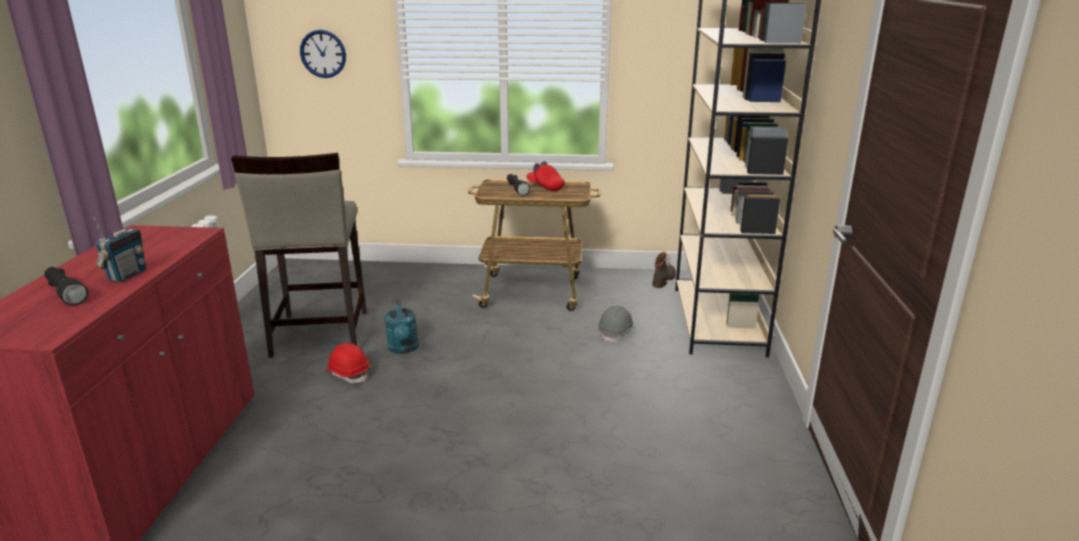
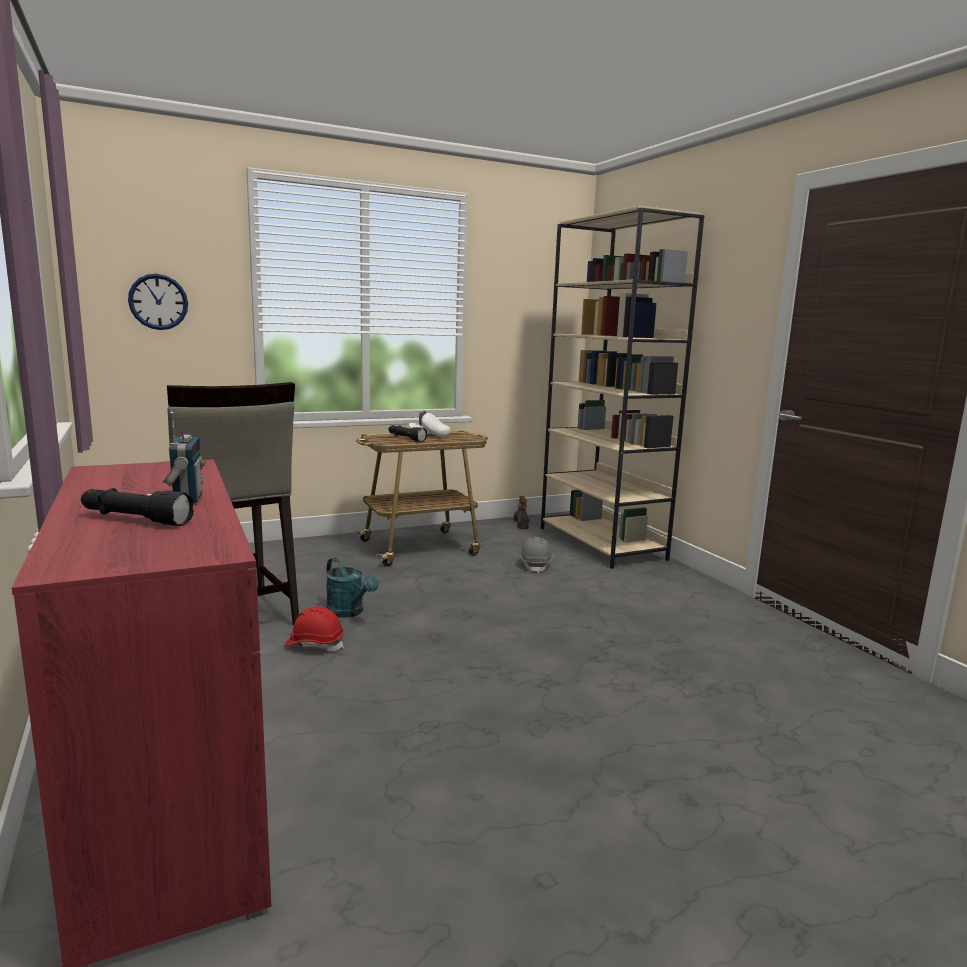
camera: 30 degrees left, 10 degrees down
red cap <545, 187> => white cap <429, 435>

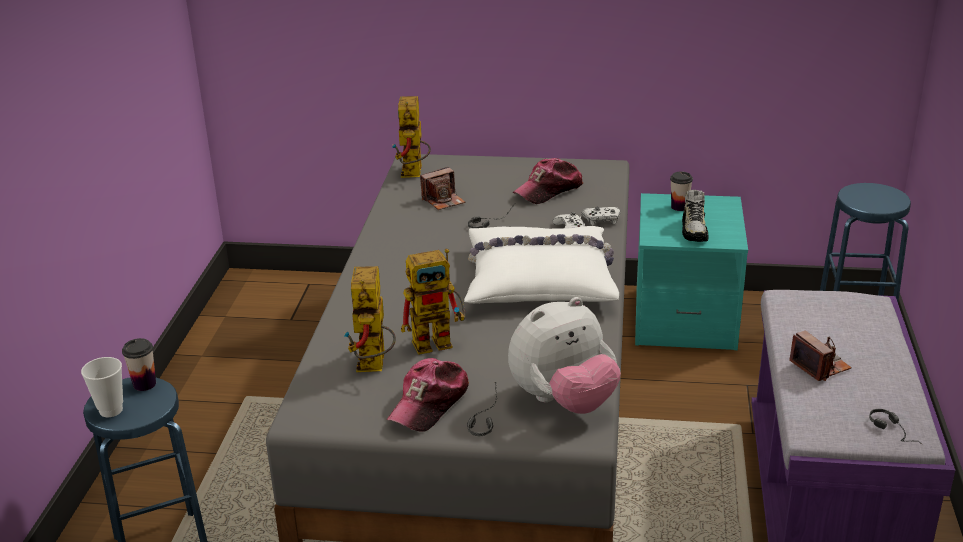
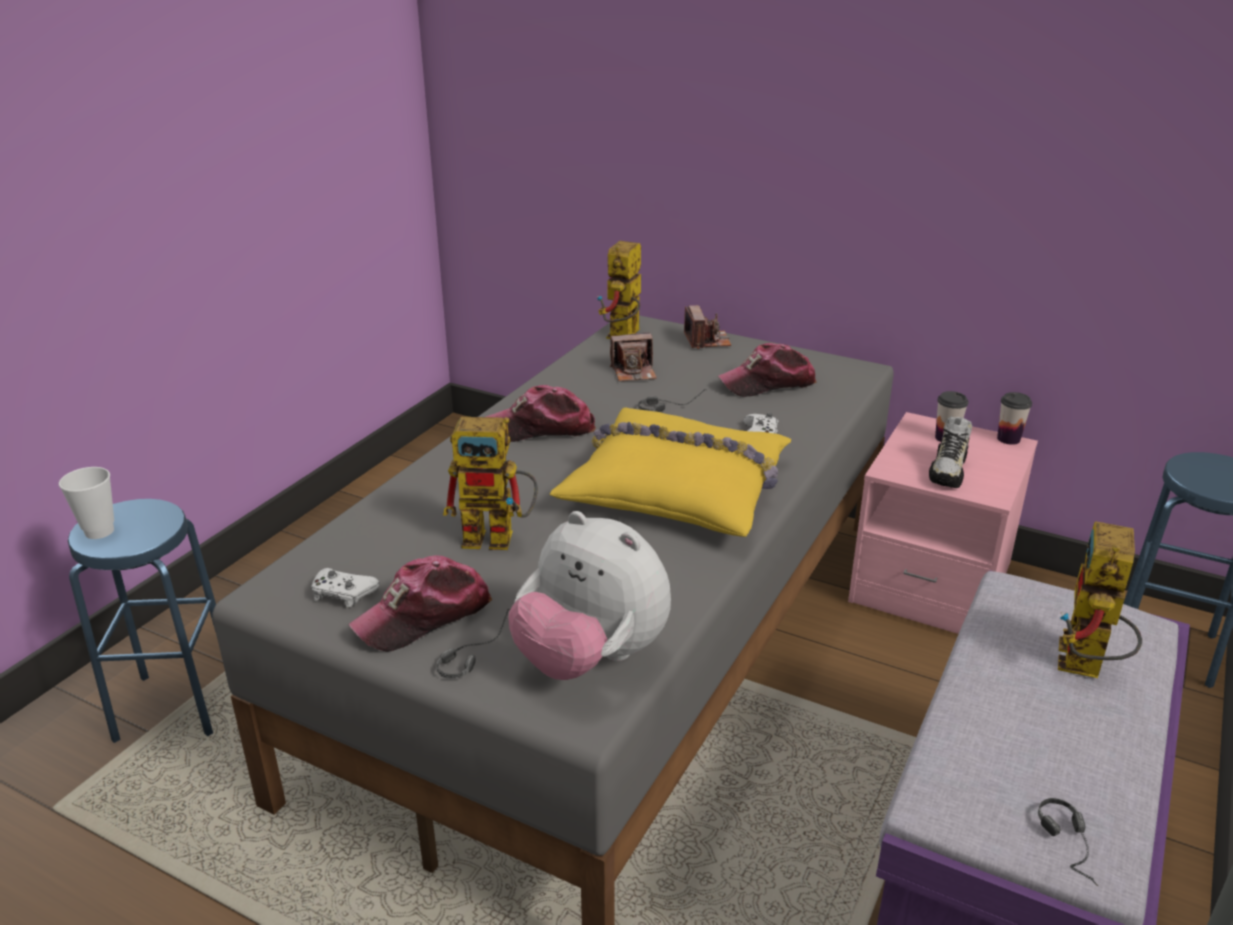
camera: 20 degrees right, 0 degrees up
white game controller <601, 220> => white game controller <342, 593>, move
nothing => cap <541, 428>
plush toy <563, 401> => plush toy <590, 658>, 45 degrees clockwise
white pillow <539, 279> => yellow pillow <678, 488>
photo camera <820, 366> => photo camera <707, 341>, move
turquoise nightstand <684, 319> => pink nightstand <930, 584>
cup <144, 384> => cup <1008, 439>, move
toy robot <374, 367> => toy robot <1085, 668>, move

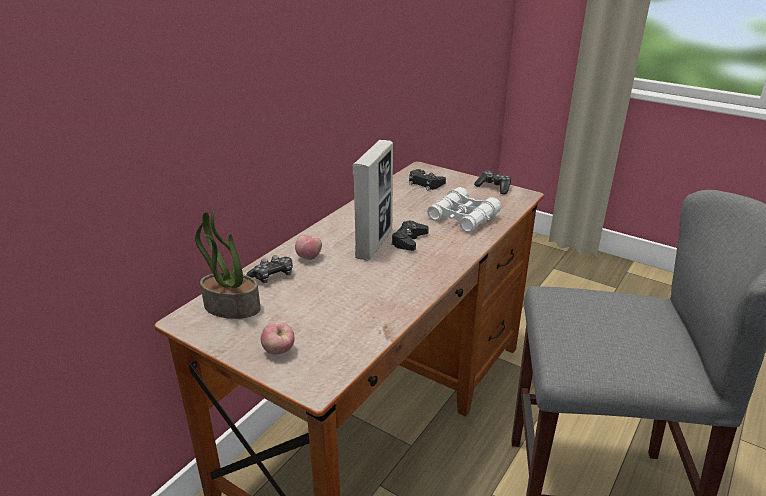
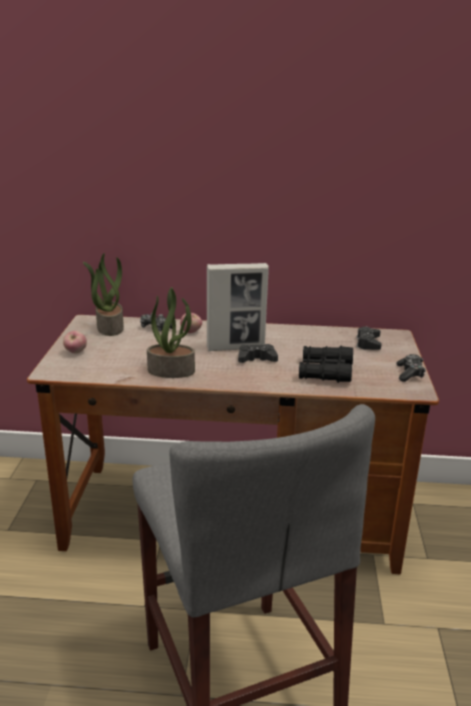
camera: 60 degrees right, 5 degrees down
nothing => potted plant <172, 370>
white binoculars <463, 218> => black binoculars <325, 371>

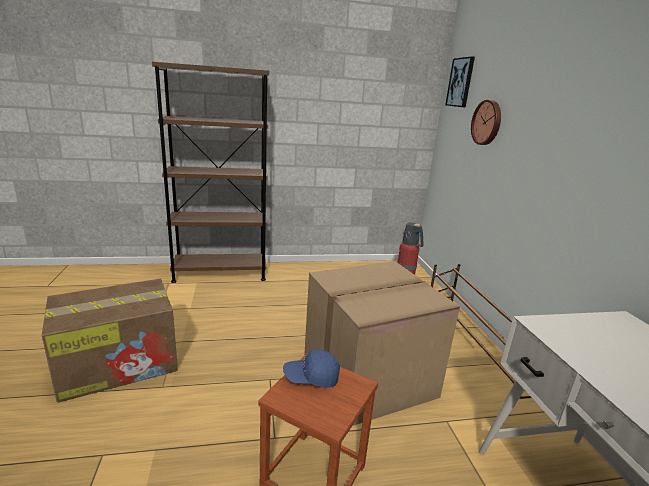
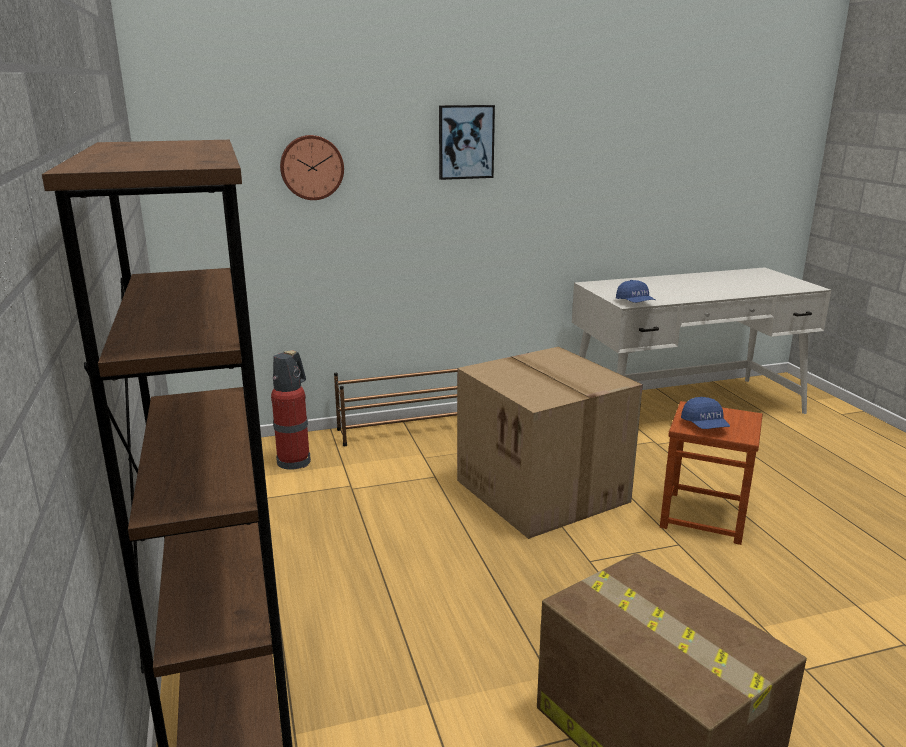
camera: 95 degrees left, 0 degrees up
picture <460, 82> => picture <465, 142>, move
nothing => blue cap <635, 303>

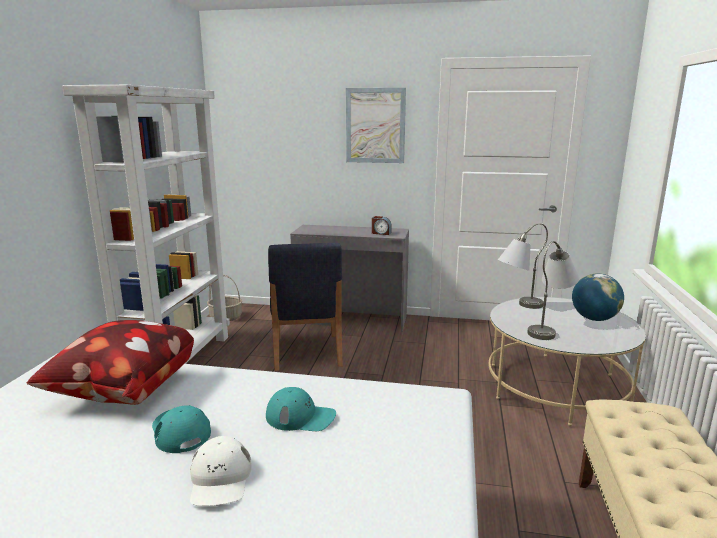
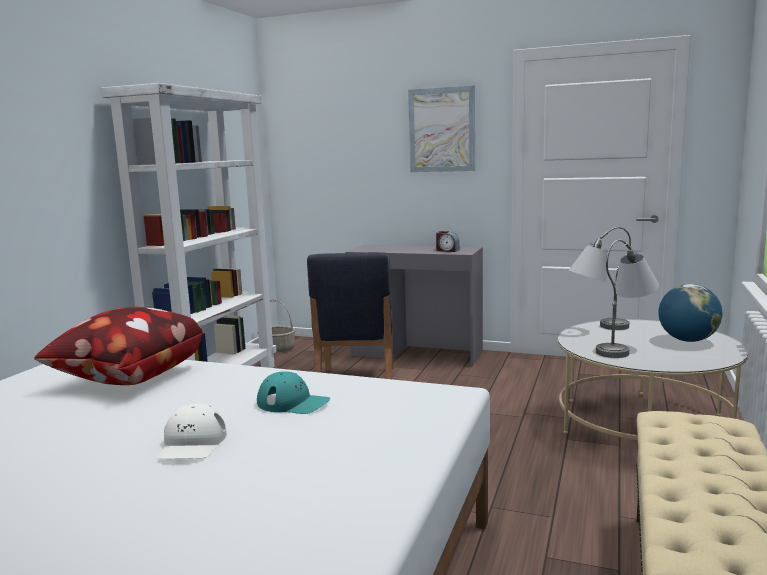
camera: 10 degrees right, 5 degrees down
turquoise cap <180, 431> => nothing

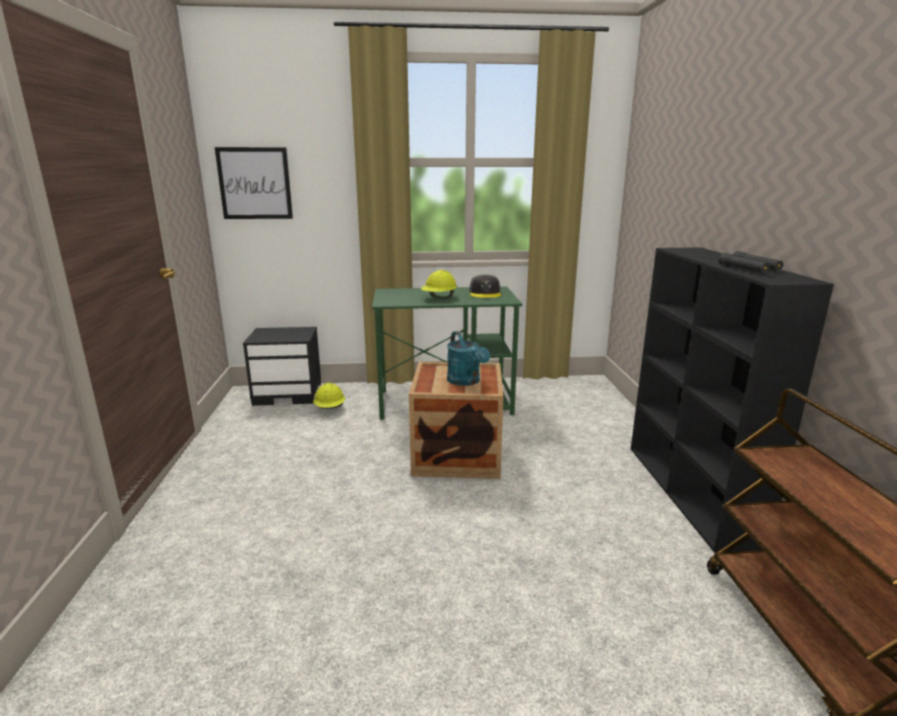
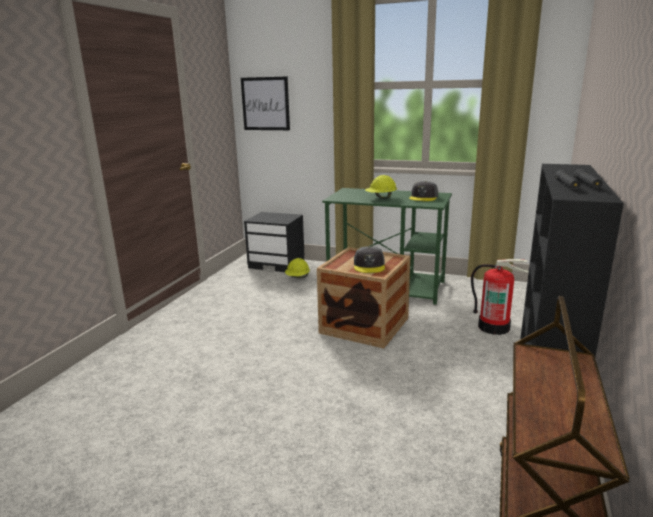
camera: 25 degrees right, 0 degrees up
turquoise watering can <466, 382> => grey cap <369, 266>
nothing => fire extinguisher <494, 327>

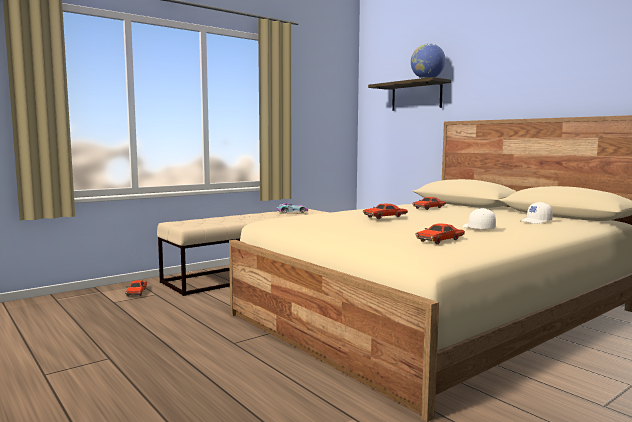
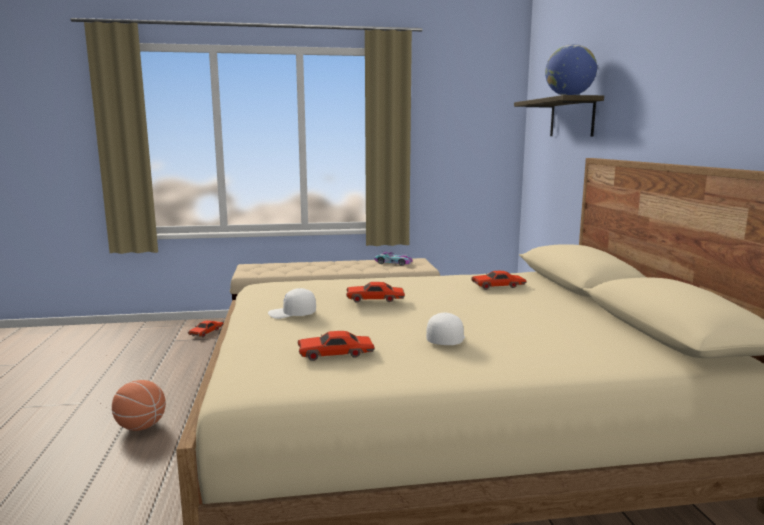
camera: 30 degrees right, 5 degrees up
nothing => basketball <141, 426>
white cap <536, 221> => white cap <292, 314>, move

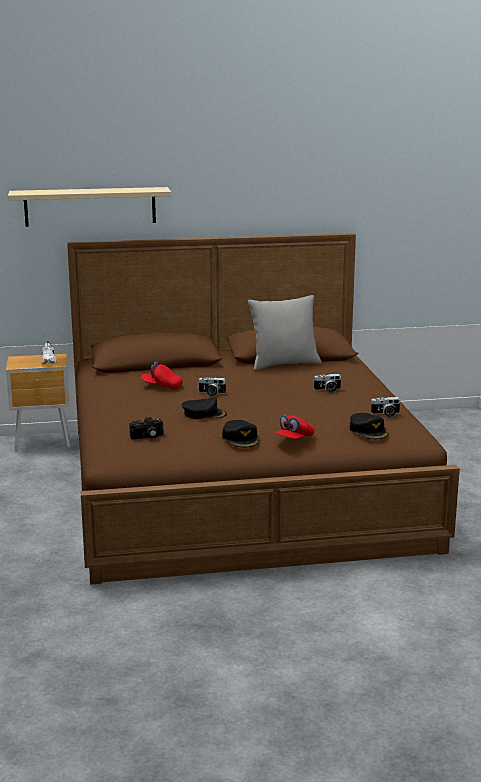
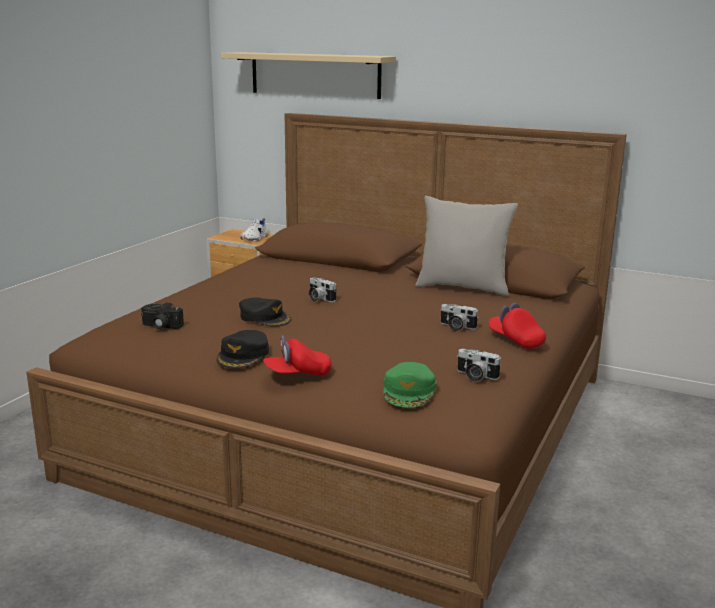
camera: 35 degrees right, 0 degrees up
black cap <369, 431> => green cap <409, 391>
red cap <162, 386> => red cap <516, 340>, move

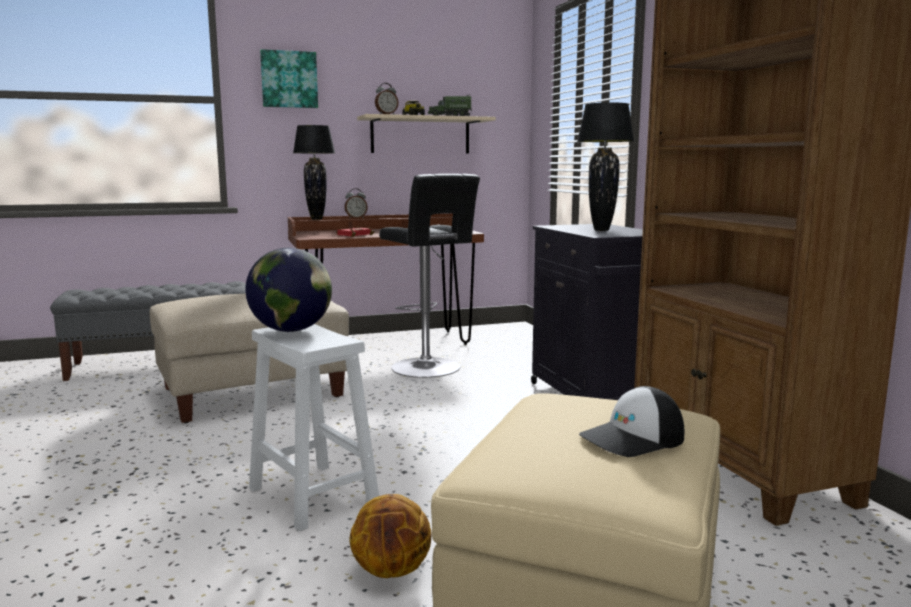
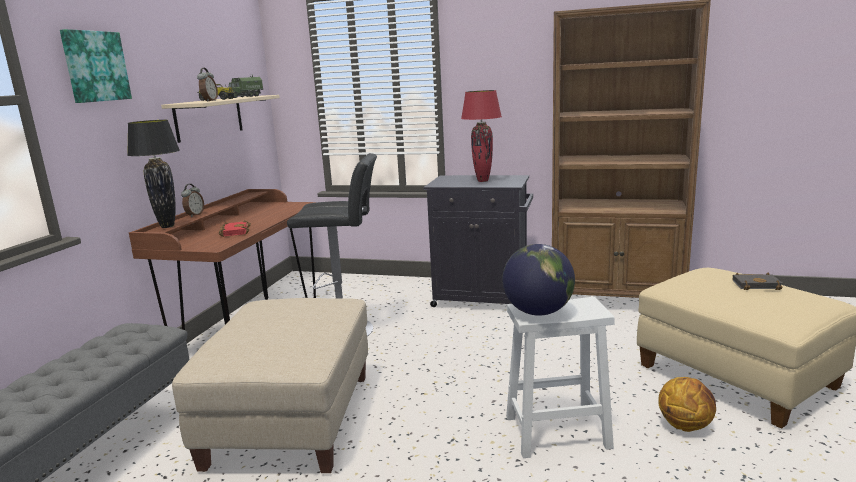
camera: 55 degrees left, 5 degrees up
black table lamp <602, 230> => red table lamp <483, 181>
cap <633, 438> => black book <756, 284>

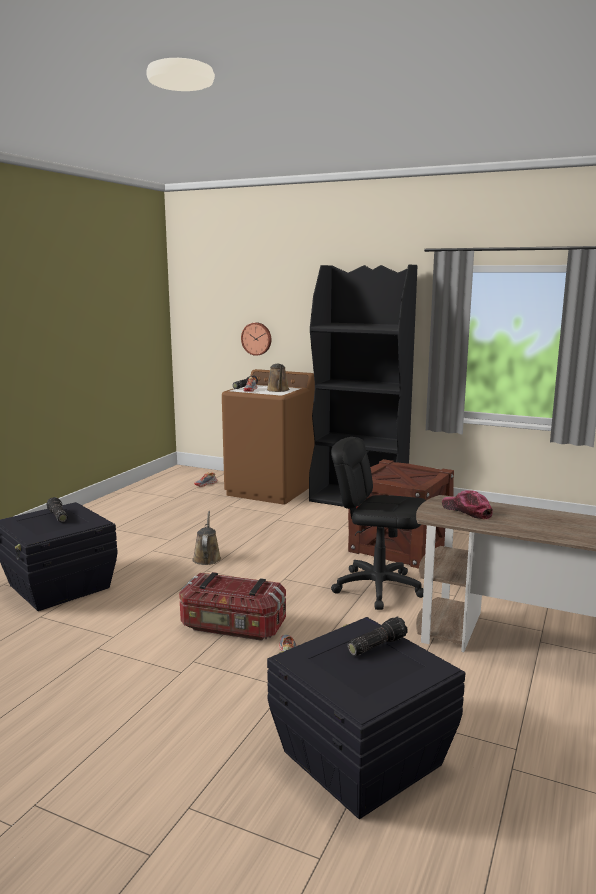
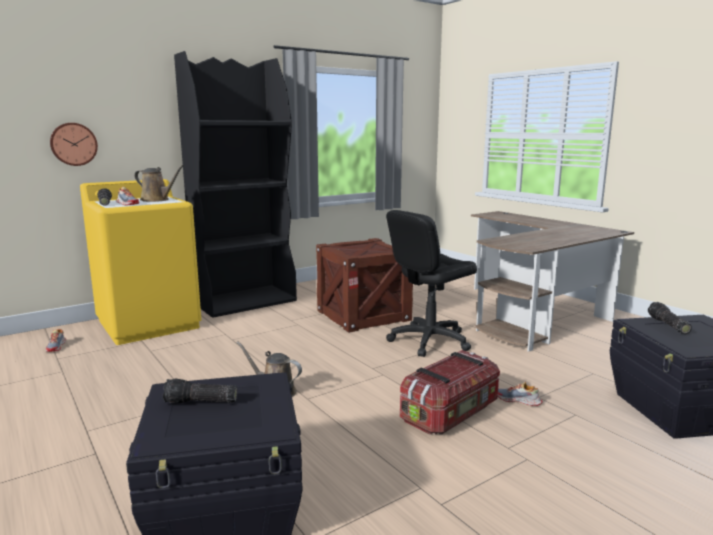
camera: 60 degrees left, 0 degrees up
brown washing machine <271, 490> => yellow washing machine <149, 324>
cap <467, 511> => nothing

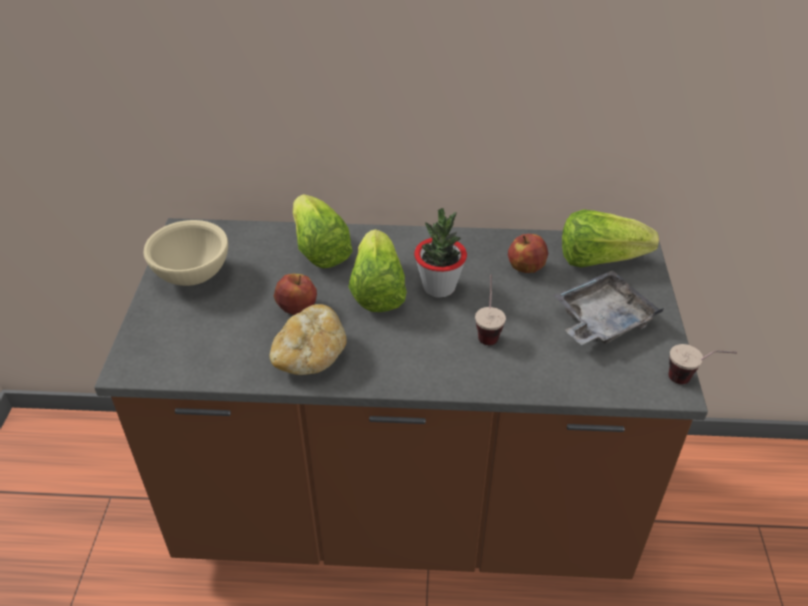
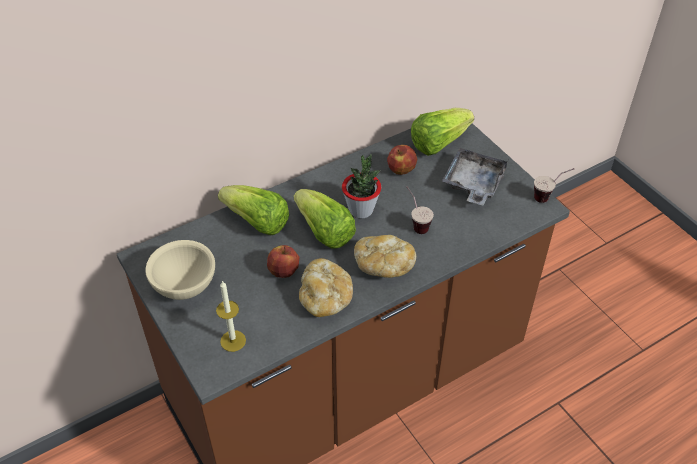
camera: 35 degrees left, 5 degrees up
nothing => candle <233, 341>
nothing => bread <383, 265>

